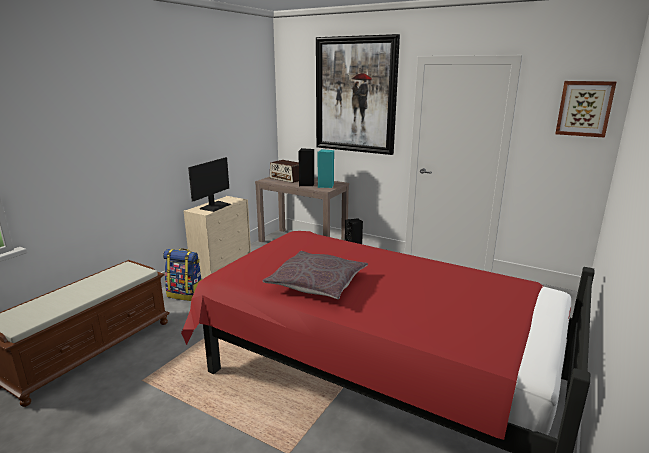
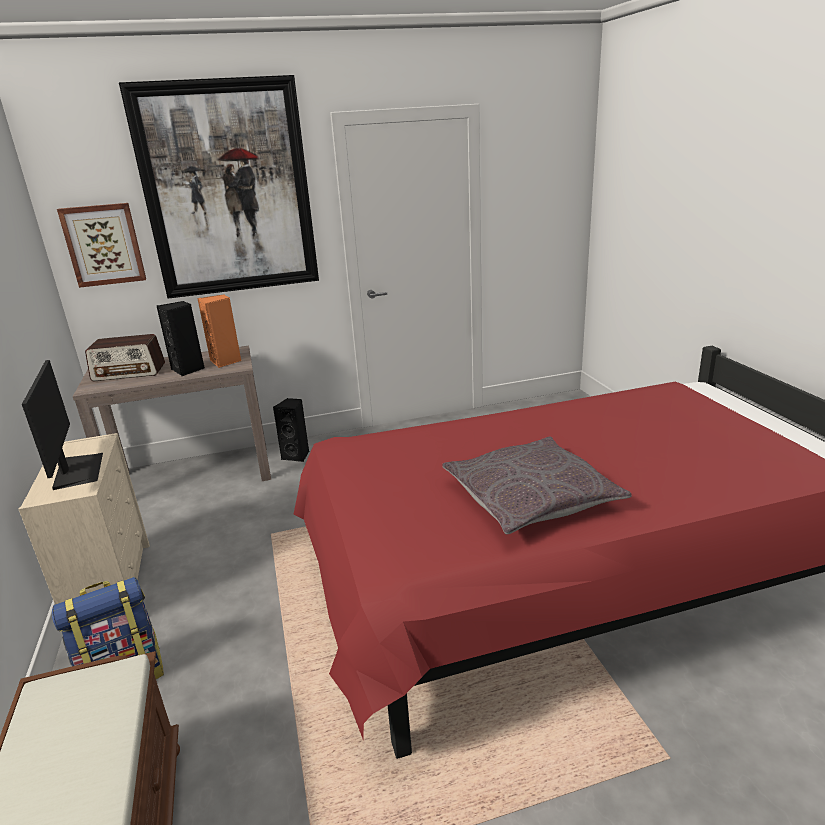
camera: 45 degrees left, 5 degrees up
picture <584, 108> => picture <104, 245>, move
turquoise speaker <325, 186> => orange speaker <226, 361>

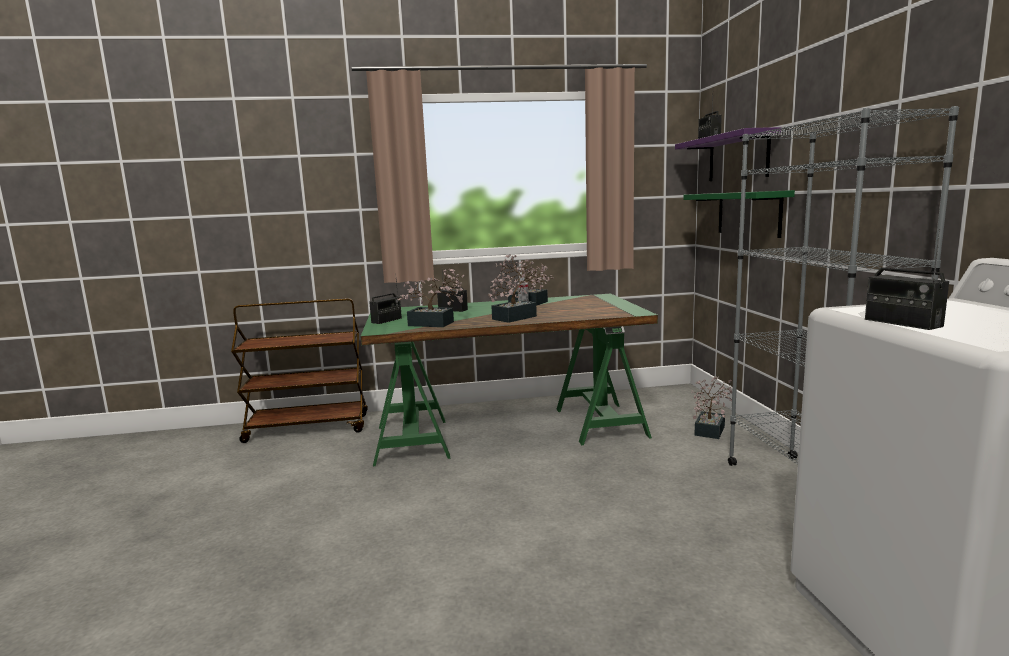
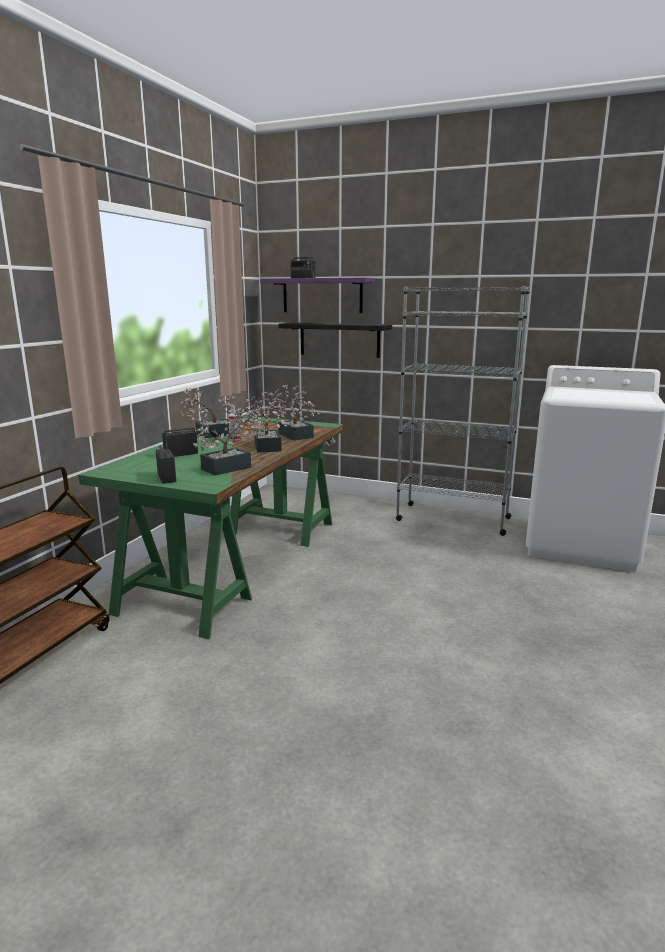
camera: 60 degrees left, 5 degrees up
potted plant <711, 429> => potted plant <294, 434>, move
green shelf <748, 213> => black shelf <339, 339>
radio <902, 323> => nothing

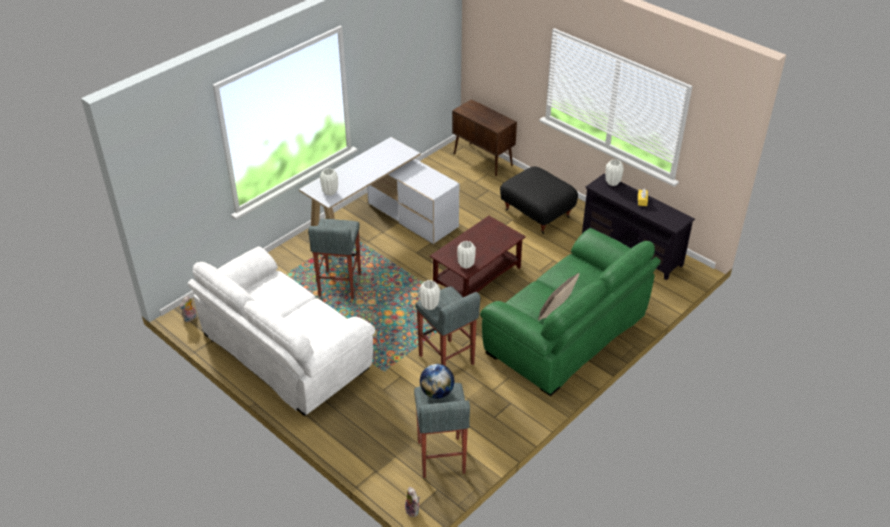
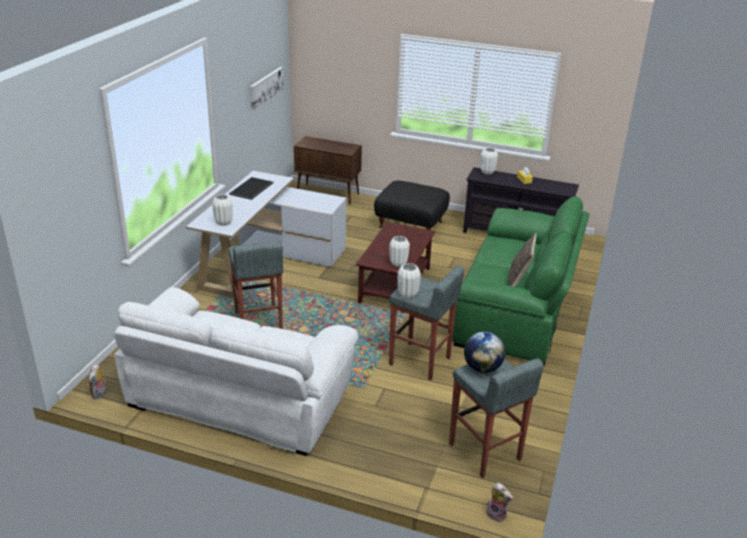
camera: 25 degrees left, 10 degrees down
nothing => tray <252, 189>
nothing => picture <266, 87>

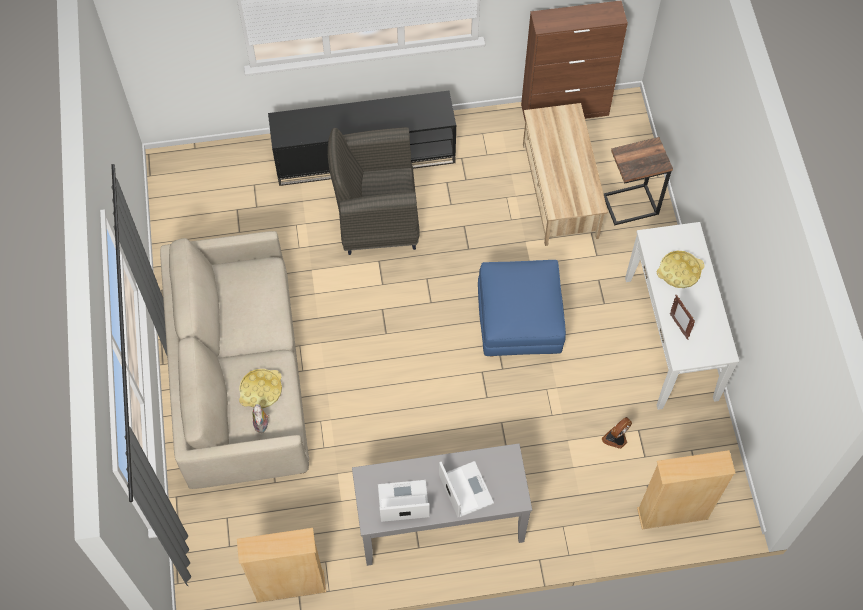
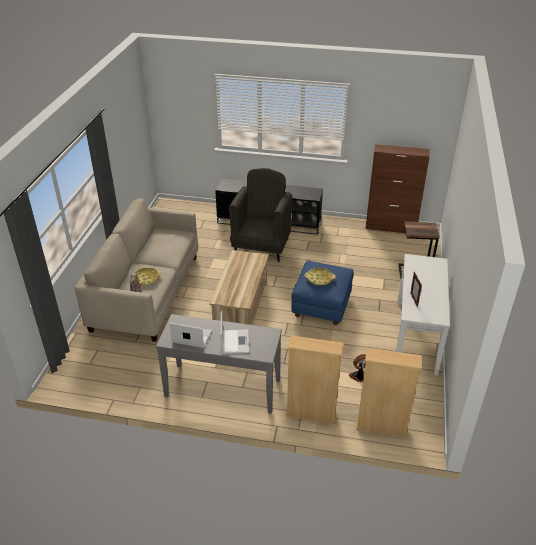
camera: 20 degrees right, 25 degrees down
beige coffee table <559, 190> => beige coffee table <241, 306>, move
grey armchair <376, 219> => grey armchair <261, 246>, 90 degrees clockwise
beige bookcase <290, 586> => beige bookcase <311, 414>, move
yellow tray <679, 271> => yellow tray <319, 278>, move

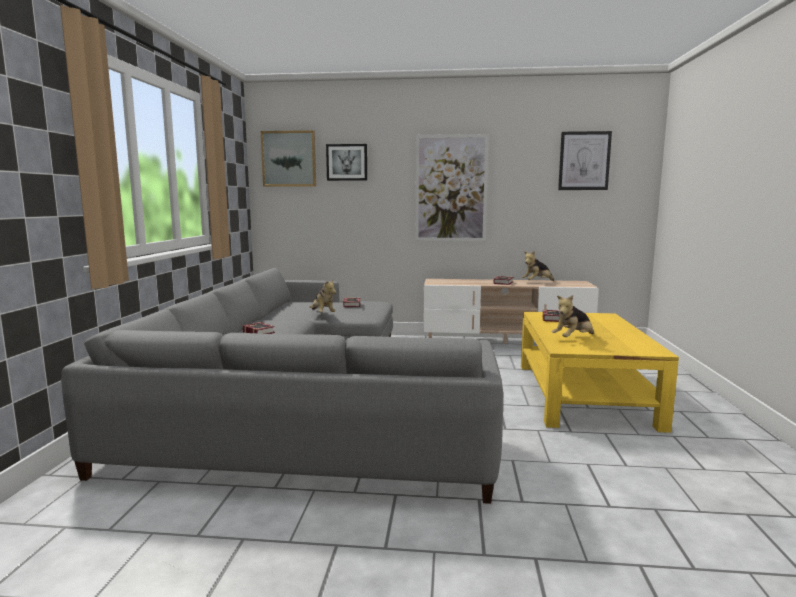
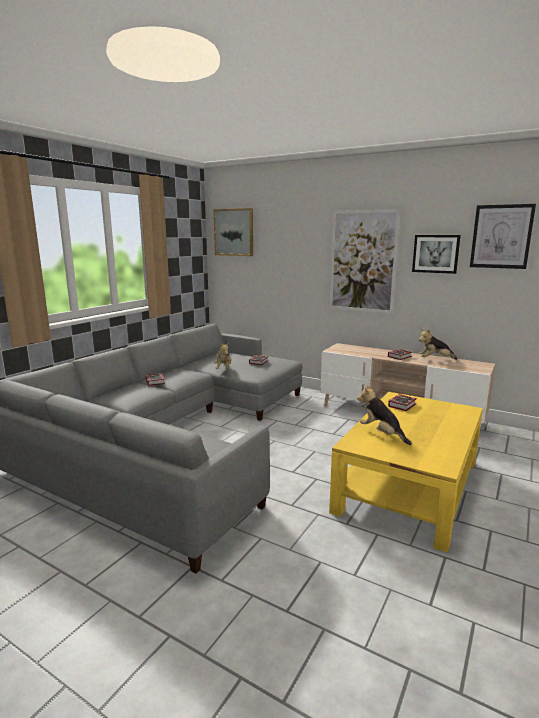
camera: 25 degrees right, 5 degrees up
plush toy <573, 338> => plush toy <381, 434>, 60 degrees clockwise
picture <347, 162> => picture <435, 253>, move

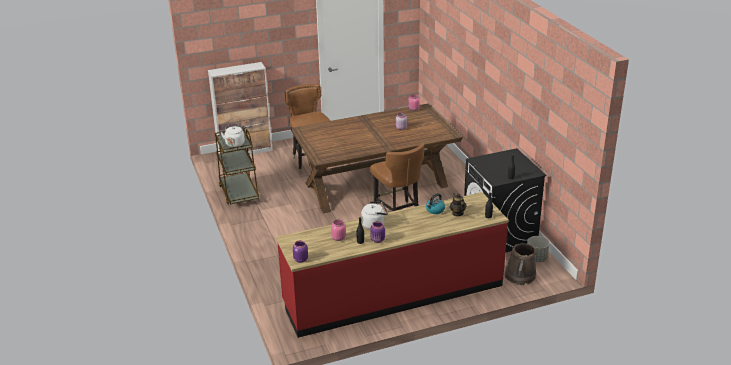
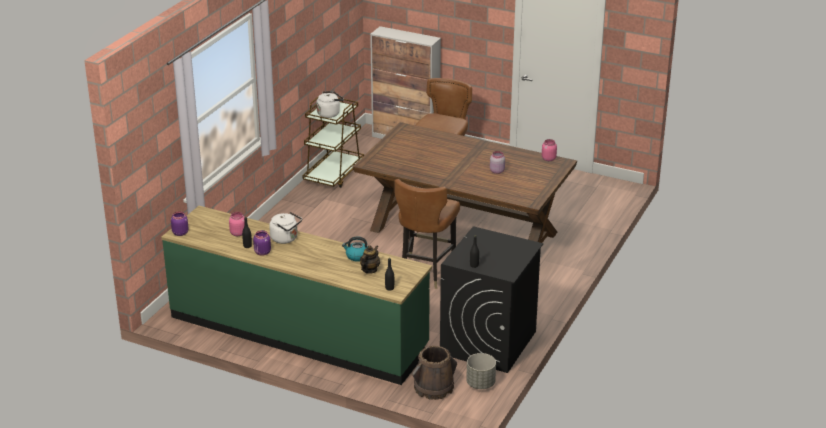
camera: 45 degrees right, 0 degrees up
red counter <393, 294> => green counter <298, 332>

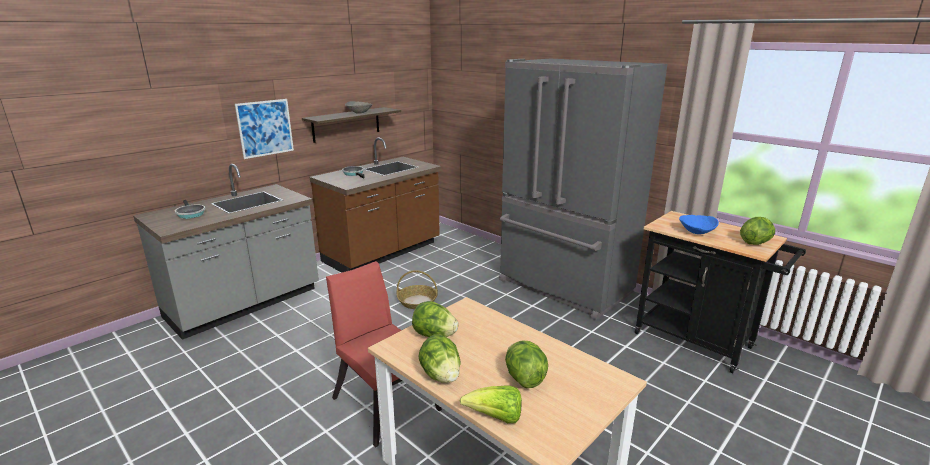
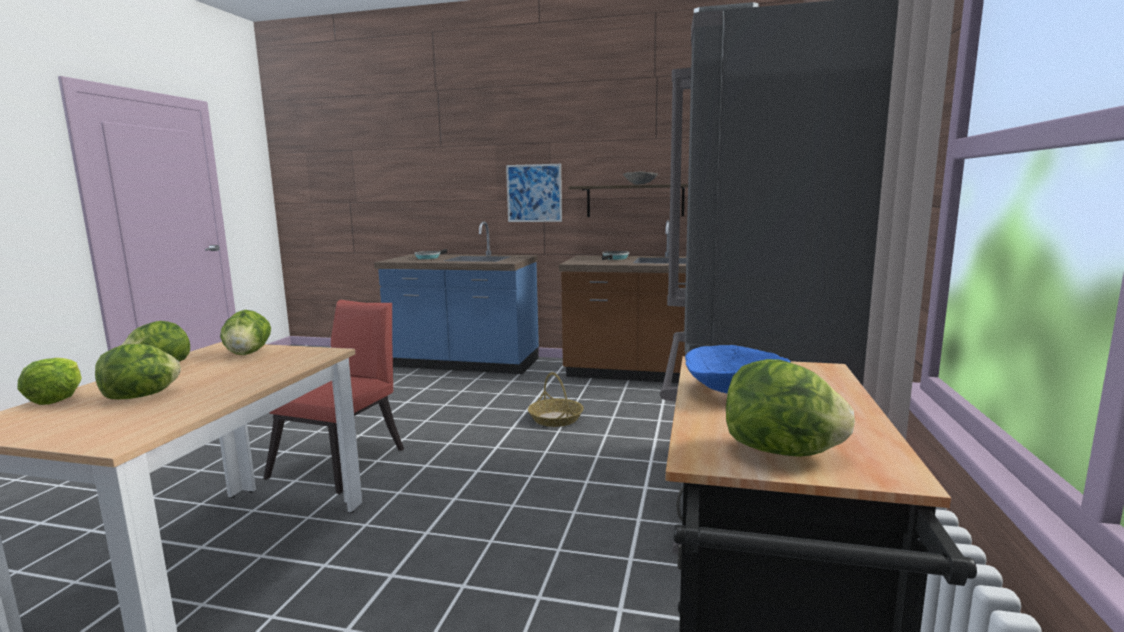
camera: 60 degrees right, 10 degrees down
grey counter <245, 304> => blue counter <464, 364>

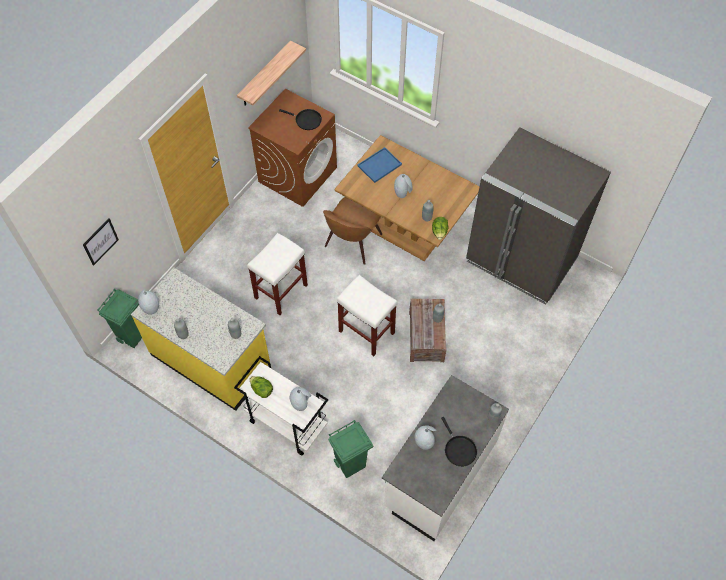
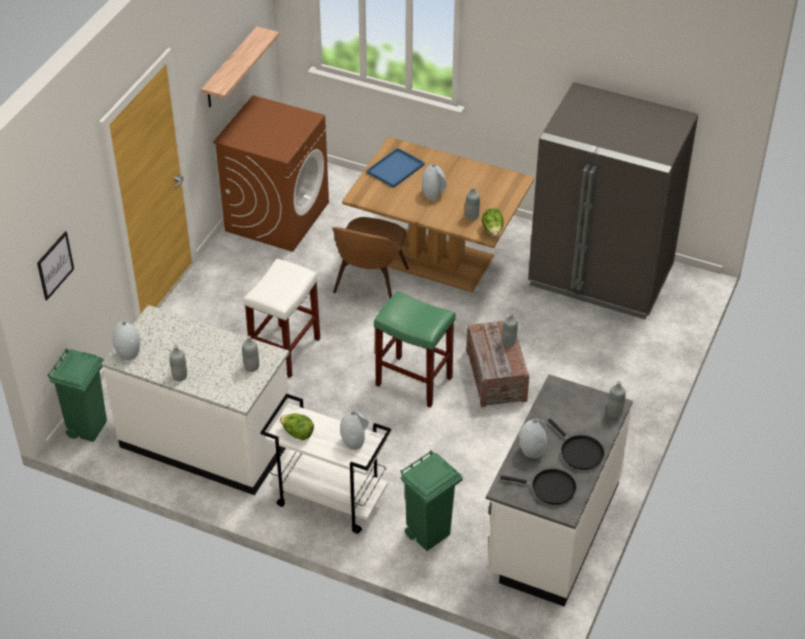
camera: 10 degrees left, 15 degrees down
yellow counter <211, 359> => white counter <206, 441>
white stool <365, 332> => green stool <413, 381>
black frying pan <306, 120> => black frying pan <550, 488>, move

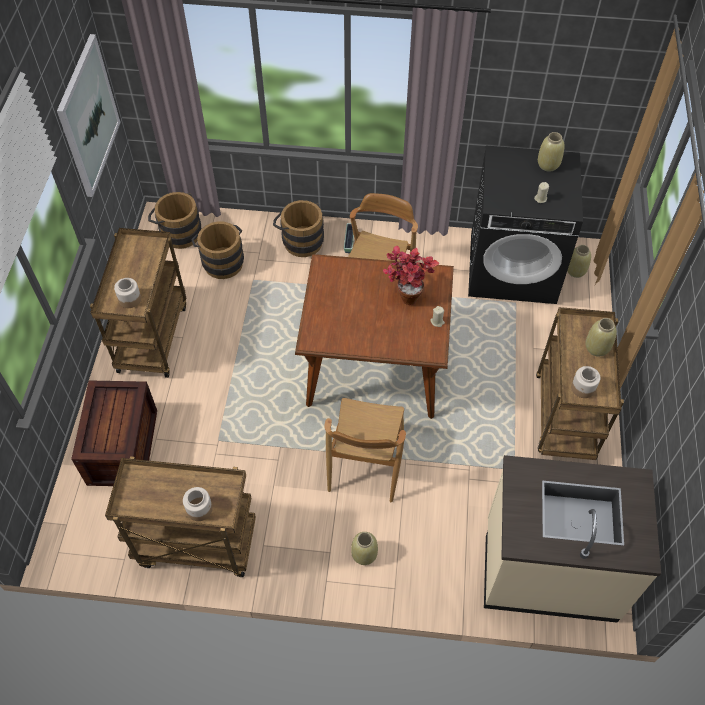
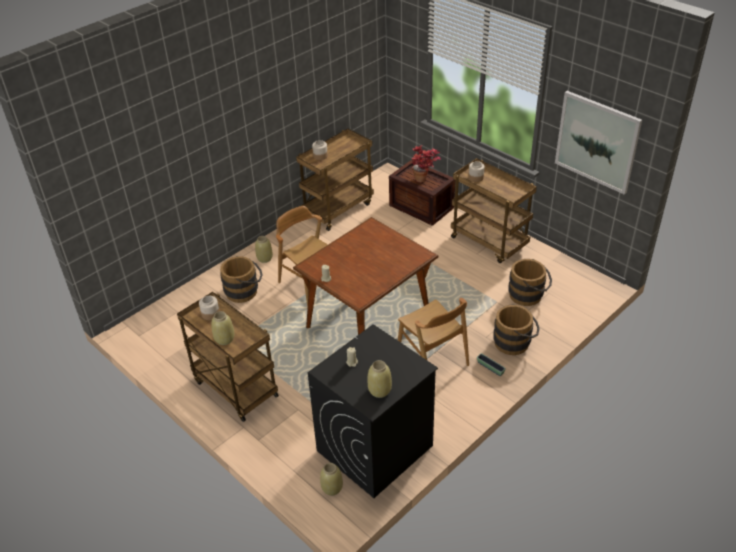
camera: 130 degrees right, 15 degrees down
brown bucket <178, 232> => brown bucket <245, 291>, move
potted plant <406, 294> => potted plant <424, 180>, move
beige counter <549, 569> => nothing

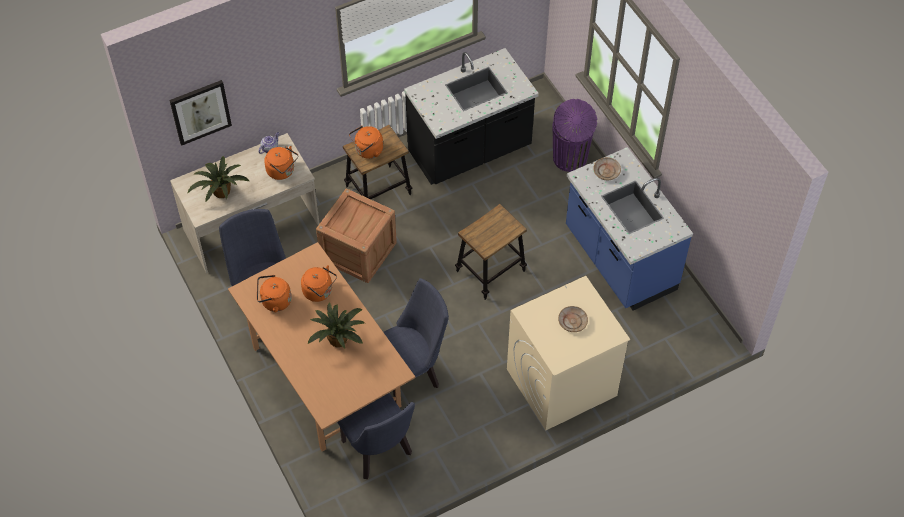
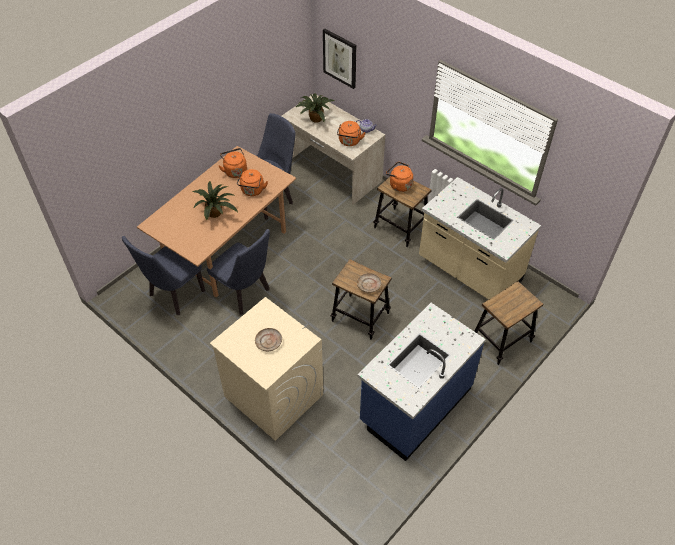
camera: 70 degrees right, 5 degrees down
beige plate <606, 171> => beige plate <369, 285>, move
black counter <470, 151> => beige counter <469, 271>
purple trash can <570, 159> => stool <501, 340>
crate <358, 251> => nothing

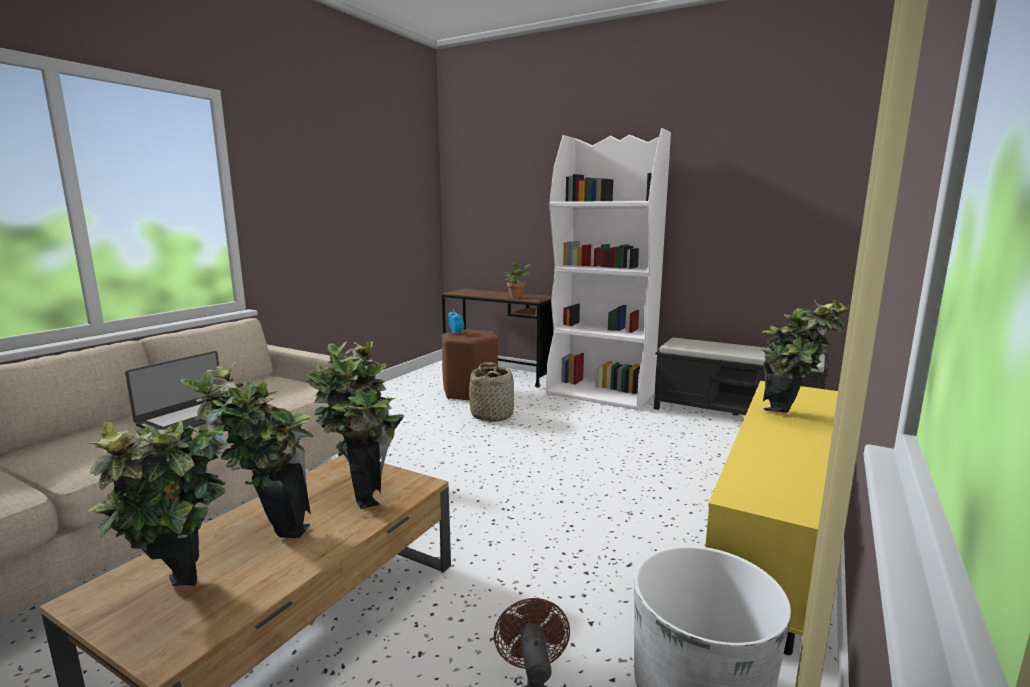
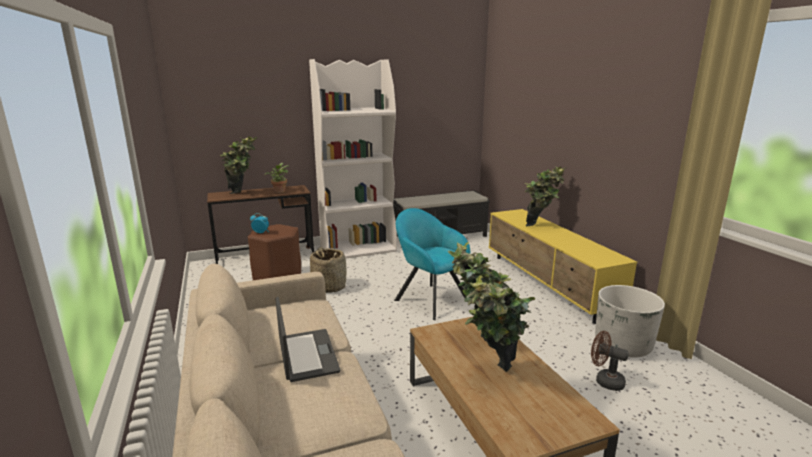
camera: 50 degrees left, 5 degrees up
potted plant <179, 604> => potted plant <243, 194>, move
nothing => turquoise armchair <429, 299>

